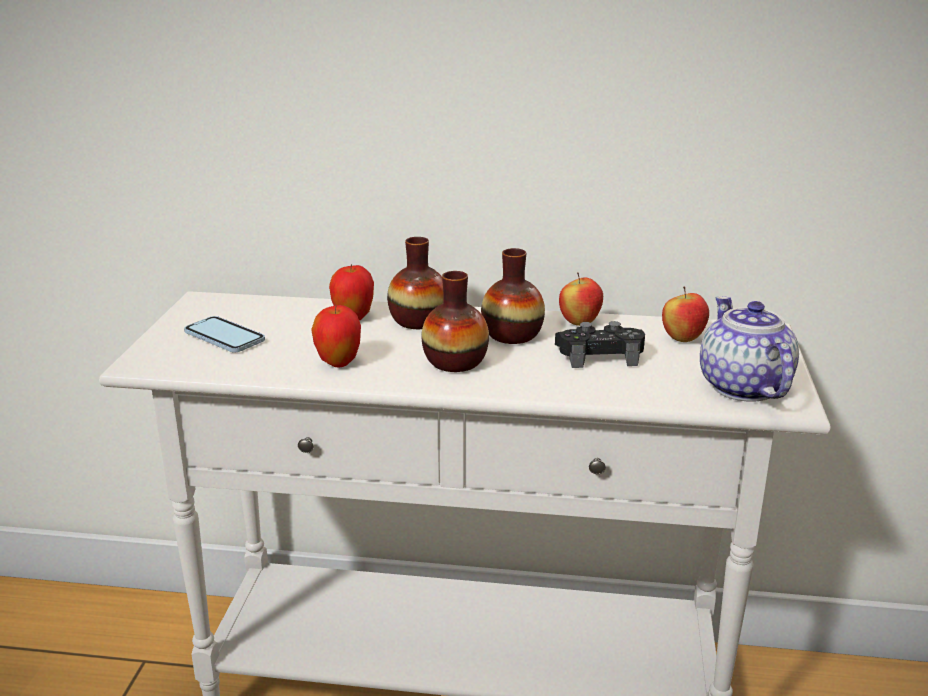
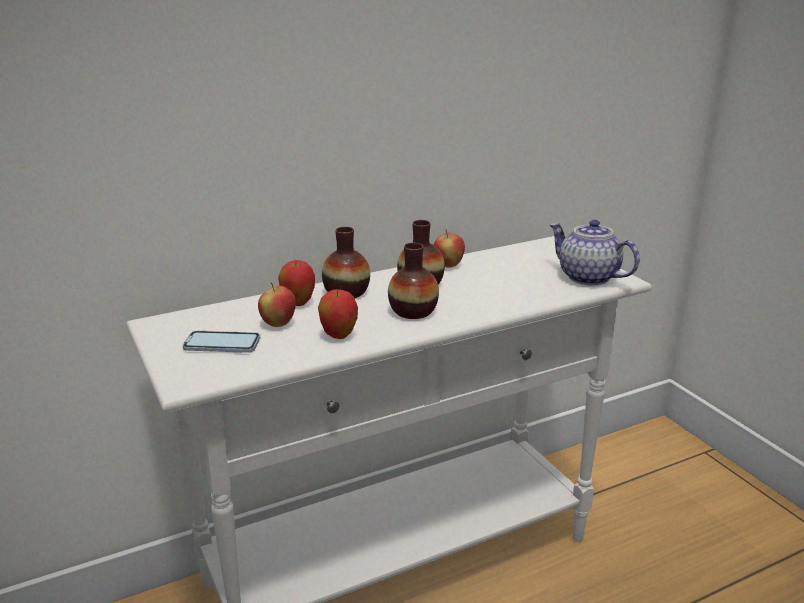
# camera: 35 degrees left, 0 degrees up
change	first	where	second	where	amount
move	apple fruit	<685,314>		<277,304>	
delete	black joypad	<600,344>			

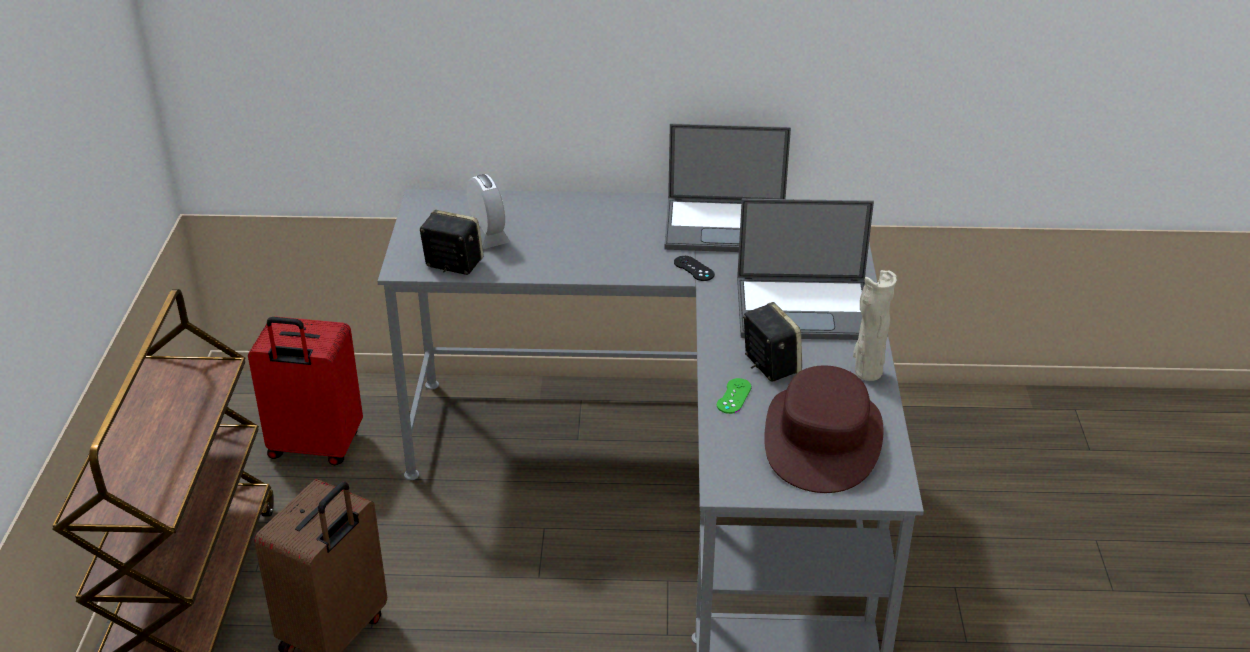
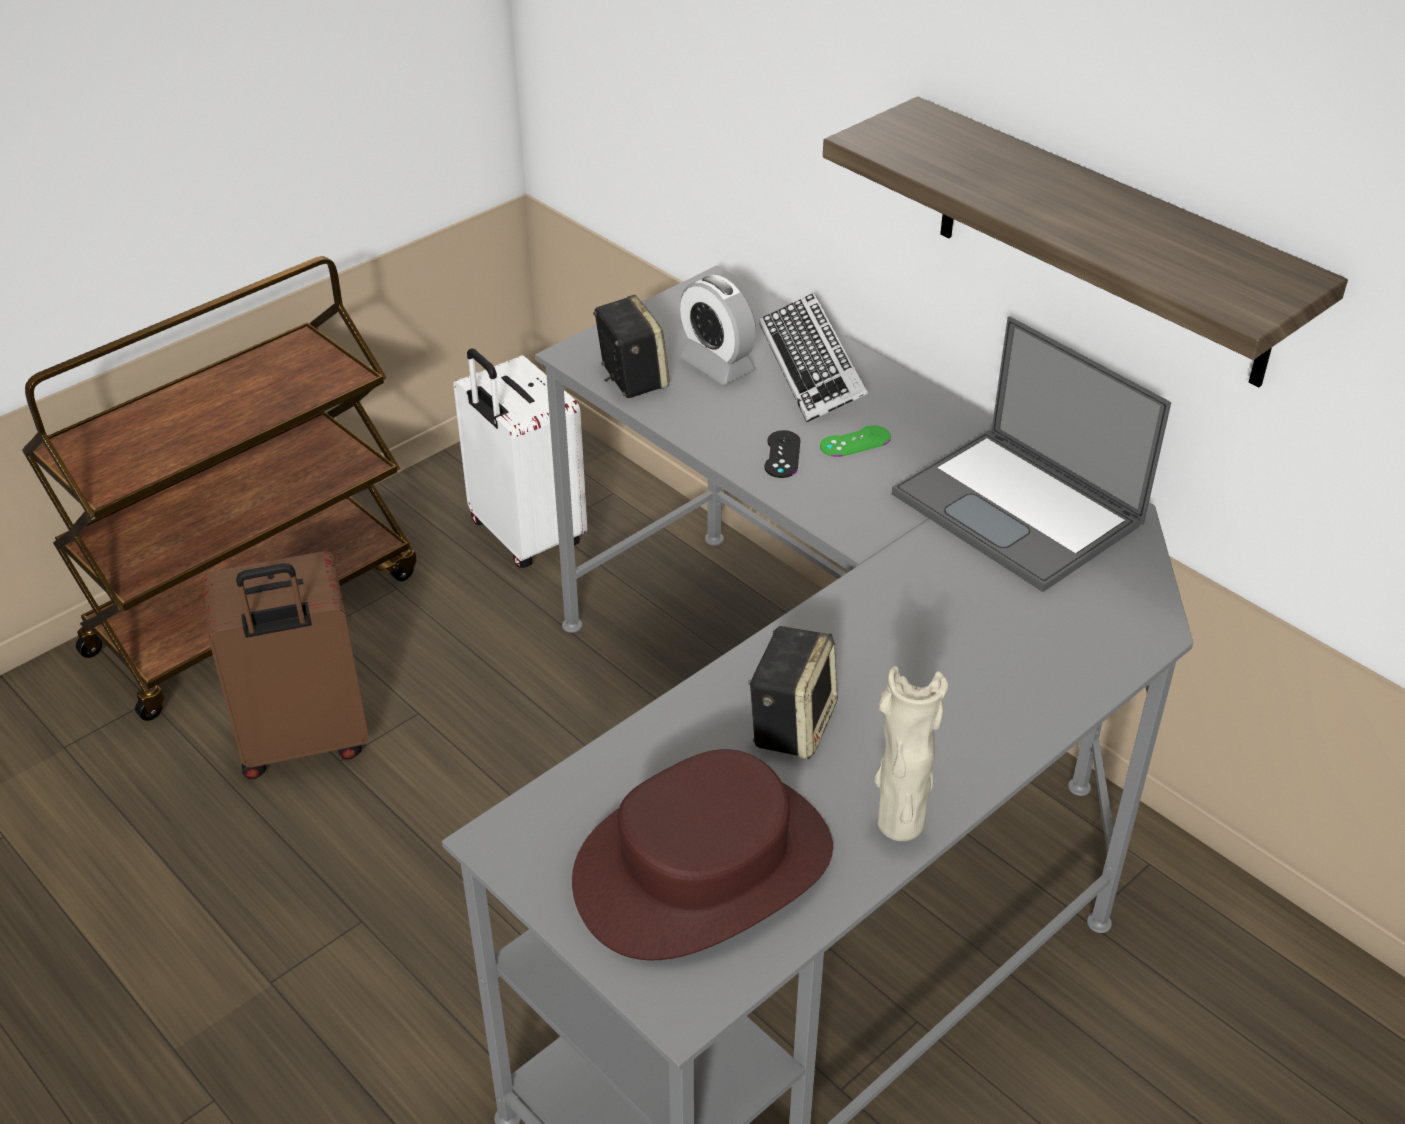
# camera: 45 degrees right, 5 degrees up
change	first	where	second	where	amount
recolor	reddish travel case	<305,390>	white-coloured travel case	<520,458>	
rotate	alarm clock	<488,211>		<718,330>	120 degrees clockwise
insert			keyboard	<813,358>	
move	black joypad	<694,268>		<782,454>	
move	green-coloured joypad	<734,396>		<855,441>	
insert			wall shelf	<1085,241>	
delete	notebook computer	<805,269>			

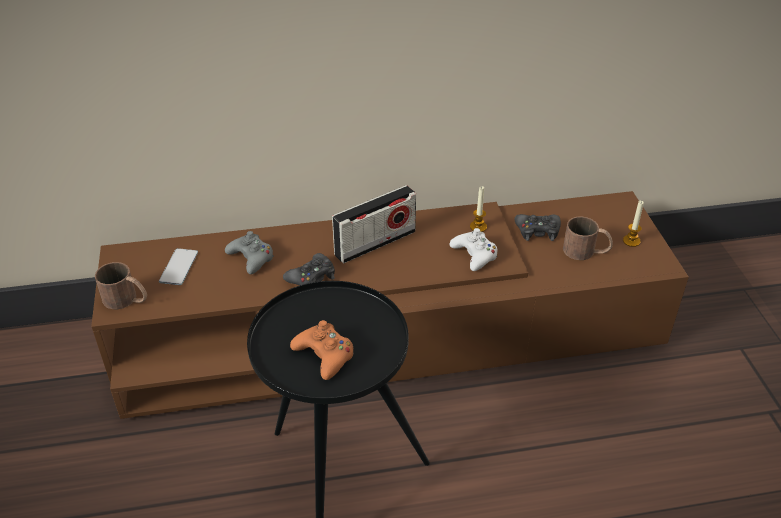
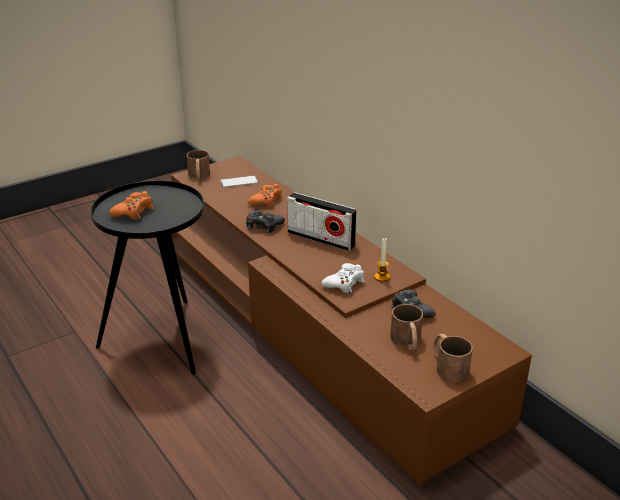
# camera: 65 degrees right, 10 degrees down
change	first	where	second	where	amount
recolor	gray joypad	<249,252>	orangey joypad	<265,195>	
replace	candle	<633,223>	brown mug	<453,358>	

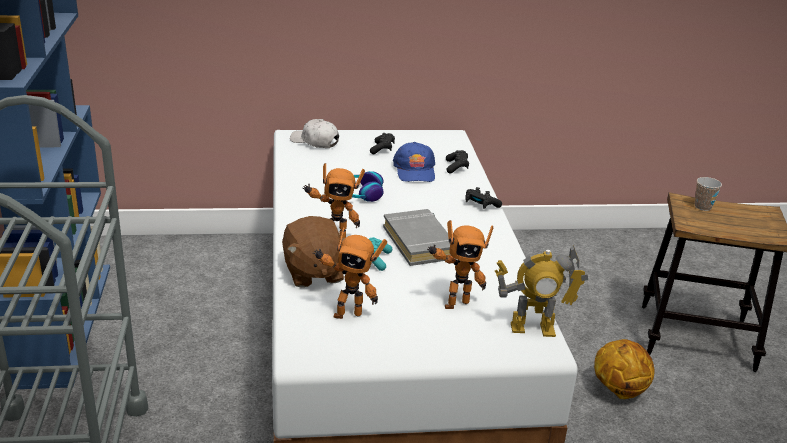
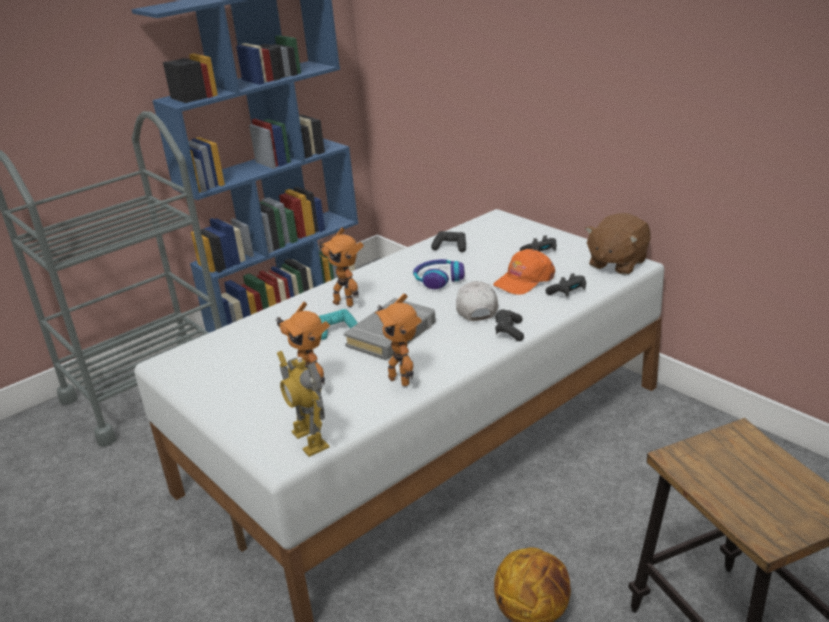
# camera: 60 degrees right, 0 degrees up
change	first	where	second	where	amount
move	toy robot	<350,273>		<398,340>	
insert			black joypad	<448,241>	
move	white-coloured baseball cap	<314,133>		<477,301>	
recolor	blue baseball cap	<414,162>	orangey baseball cap	<524,272>	
move	brown soft toy	<313,252>		<618,244>	
delete	drinking cup	<708,194>			

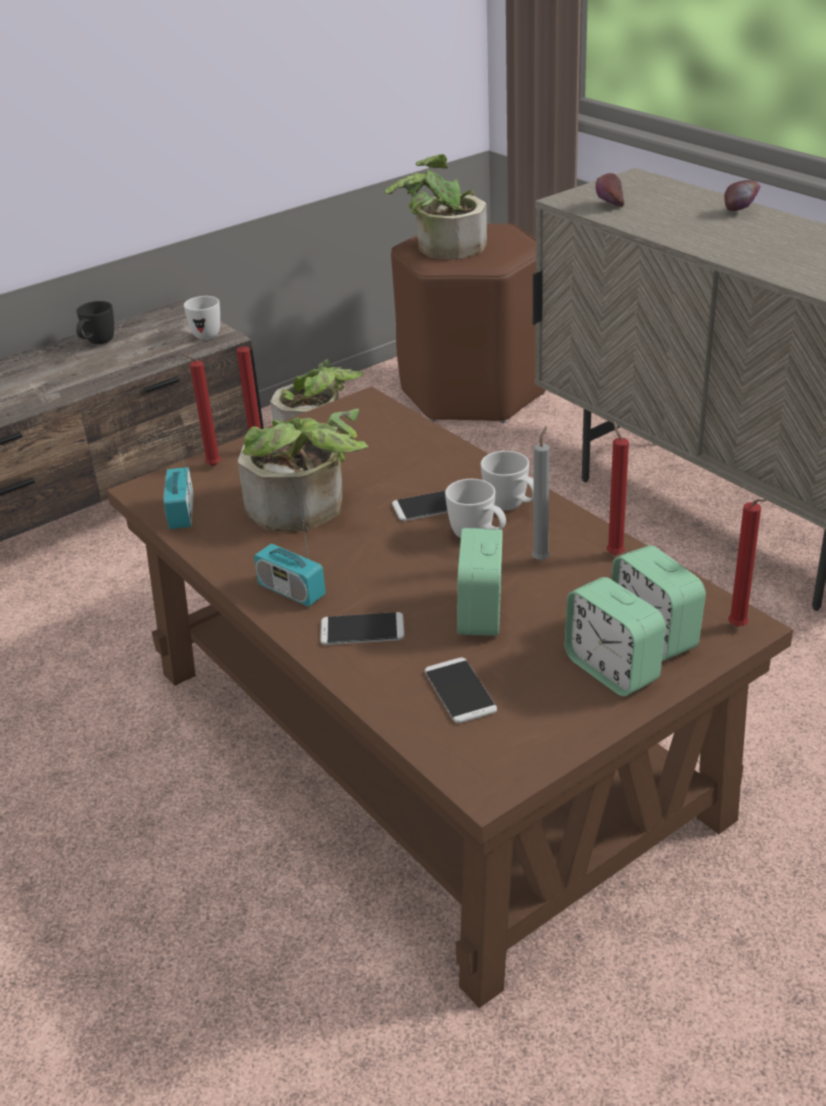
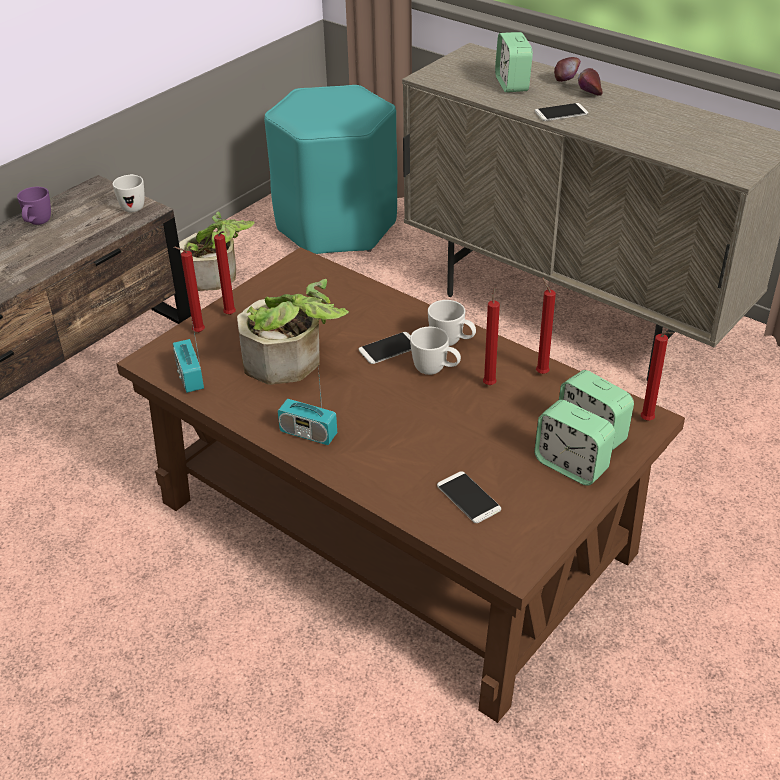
# camera: 15 degrees left, 5 degrees up
change	first	where	second	where	amount
recolor	black mug	<95,322>	purple mug	<34,206>	
recolor	brown sitting stool	<468,323>	turquoise sitting stool	<330,169>	
recolor	gray candle	<541,493>	reddish candle	<491,336>	
move	alarm clock	<480,582>		<514,62>	
move	handset	<362,628>		<561,112>	
move	apple fruit	<609,190>		<590,82>	
delete	potted plant	<436,207>			

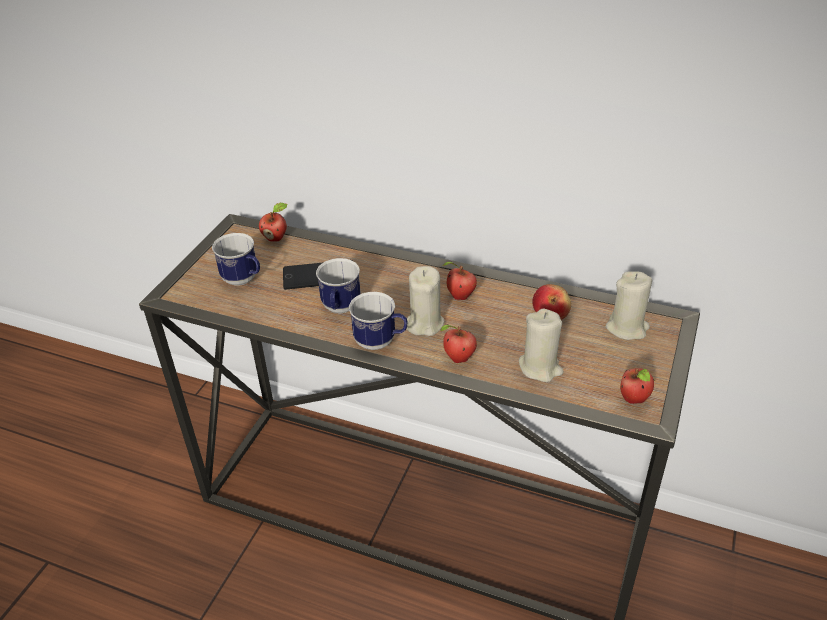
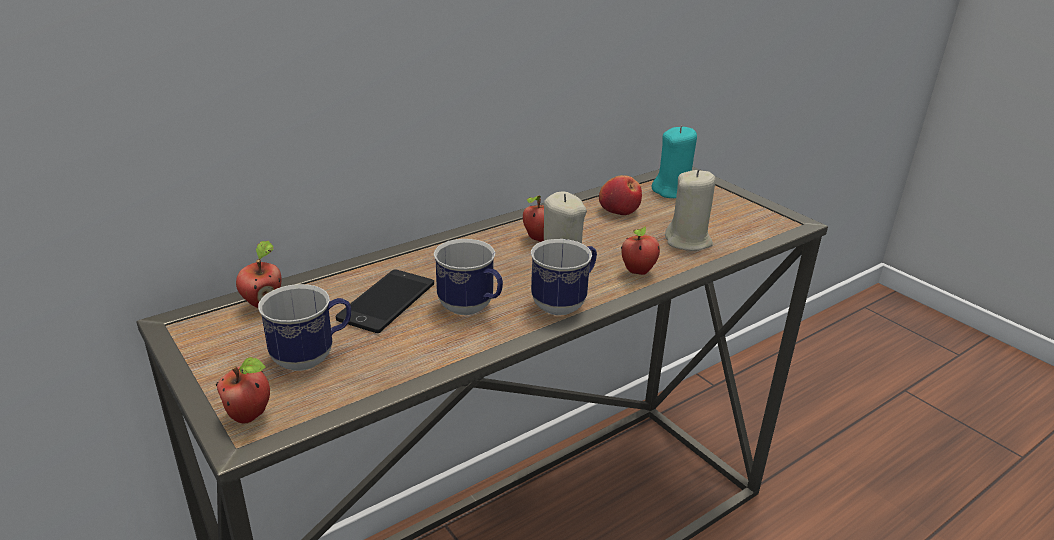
# camera: 60 degrees left, 10 degrees down
change	first	where	second	where	amount
move	apple fruit	<637,386>		<243,390>	
recolor	beige candle	<629,305>	turquoise candle	<674,162>	

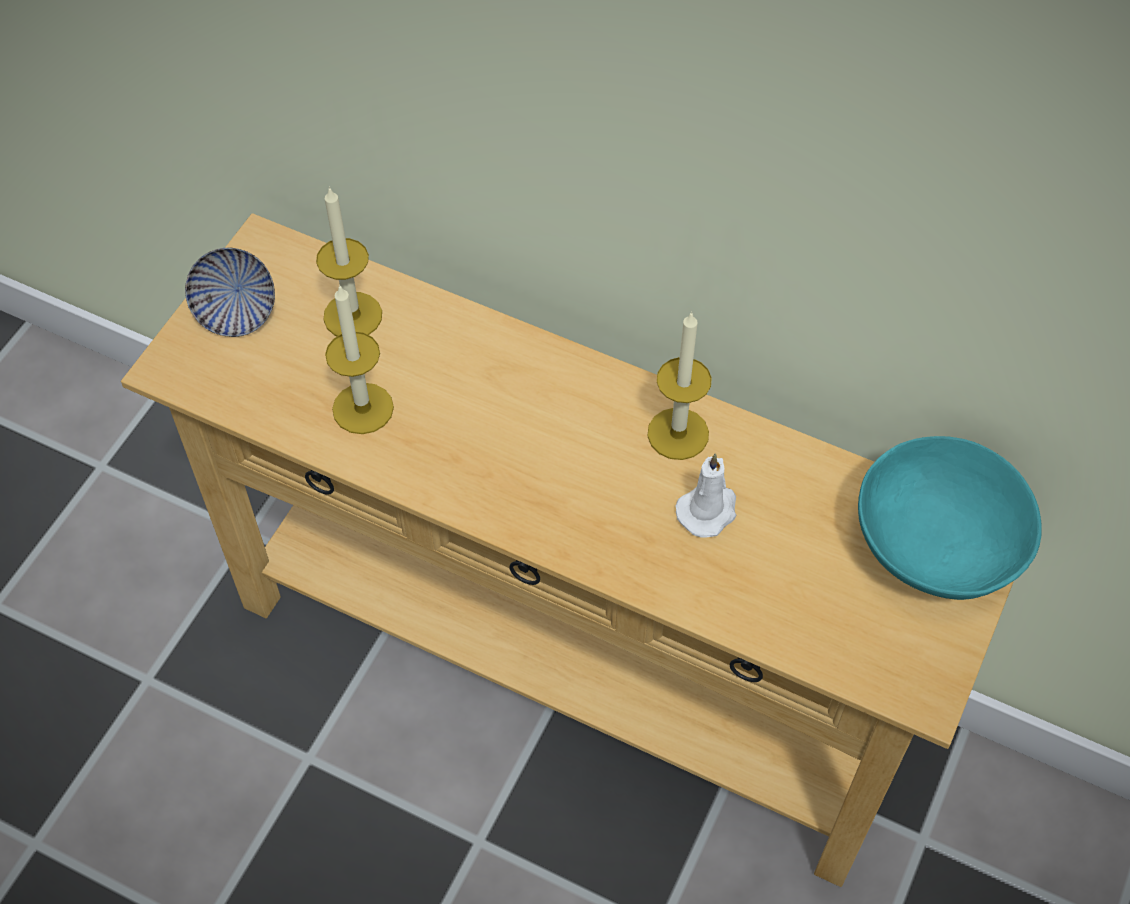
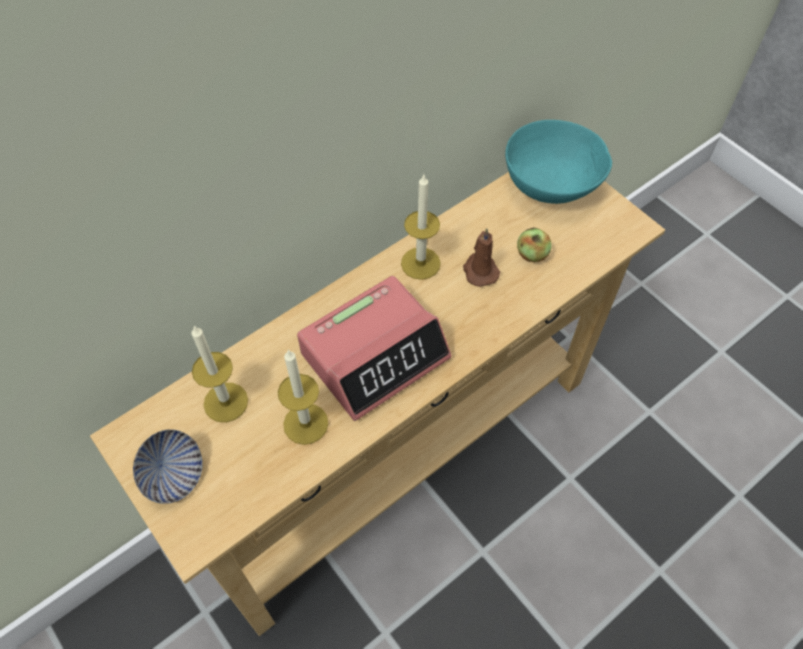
# camera: 65 degrees left, 0 degrees up
change	first	where	second	where	amount
insert			alarm clock	<374,348>	
recolor	white-coloured candle	<706,495>	brown candle	<481,257>	
insert			apple fruit	<534,245>	

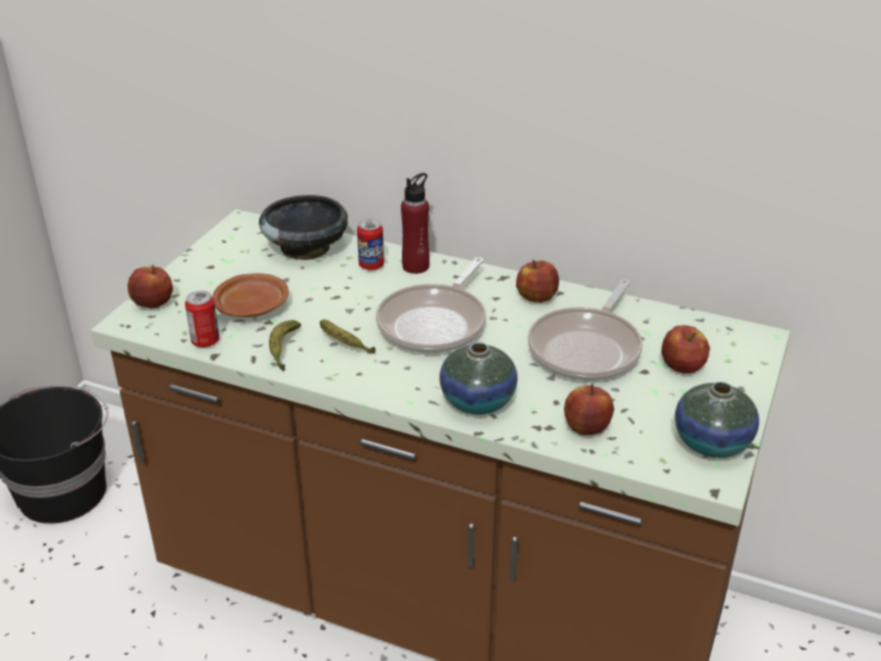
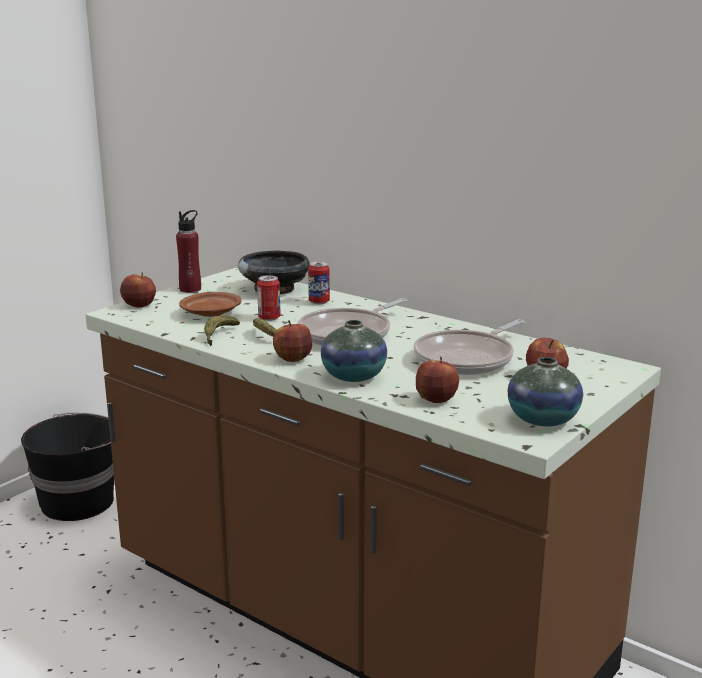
# camera: 15 degrees right, 15 degrees down
change	first	where	second	where	amount
move	reddish bottle	<415,223>		<188,251>	
move	can	<202,319>		<269,298>	
move	apple fruit	<537,281>		<292,341>	

